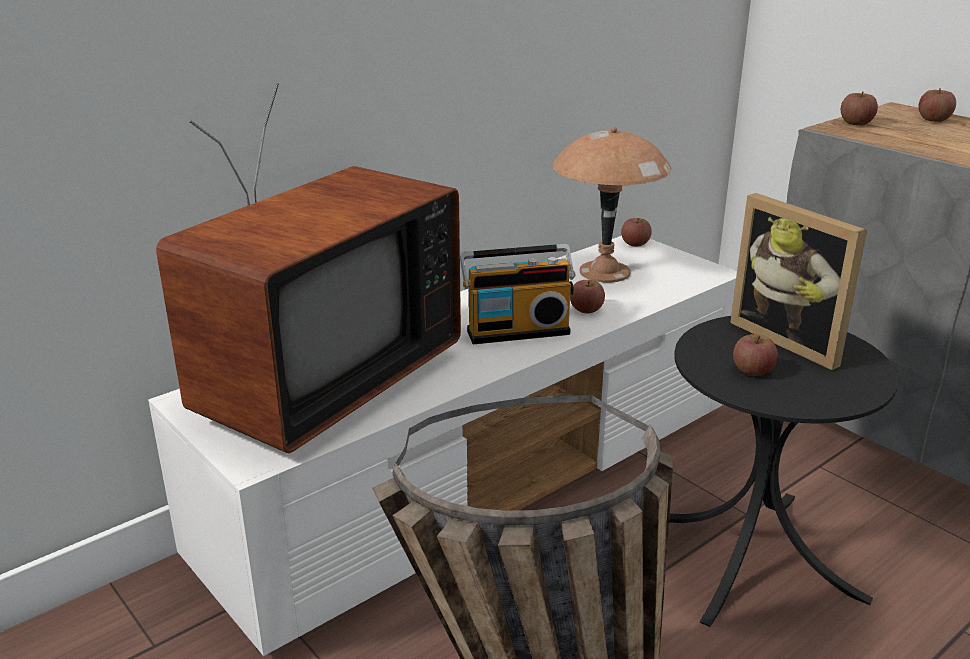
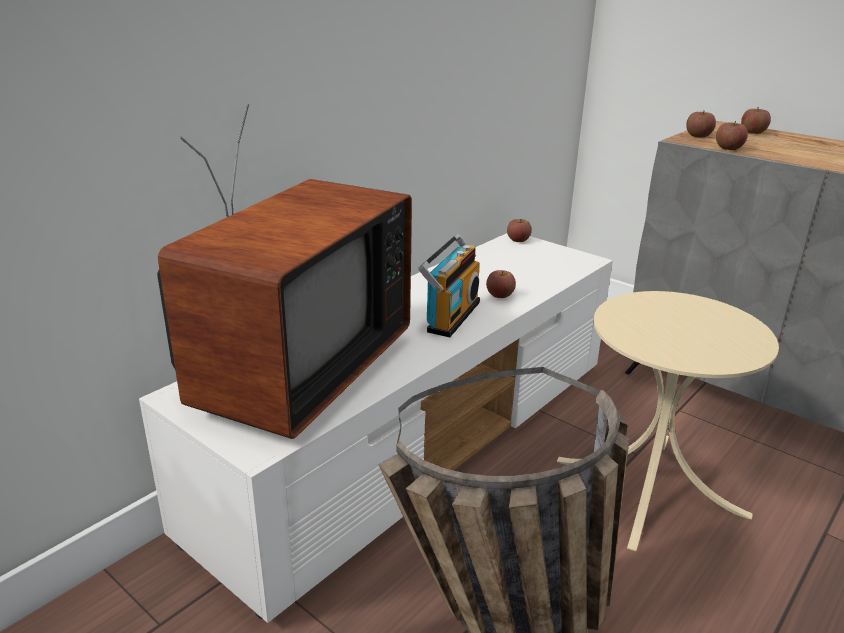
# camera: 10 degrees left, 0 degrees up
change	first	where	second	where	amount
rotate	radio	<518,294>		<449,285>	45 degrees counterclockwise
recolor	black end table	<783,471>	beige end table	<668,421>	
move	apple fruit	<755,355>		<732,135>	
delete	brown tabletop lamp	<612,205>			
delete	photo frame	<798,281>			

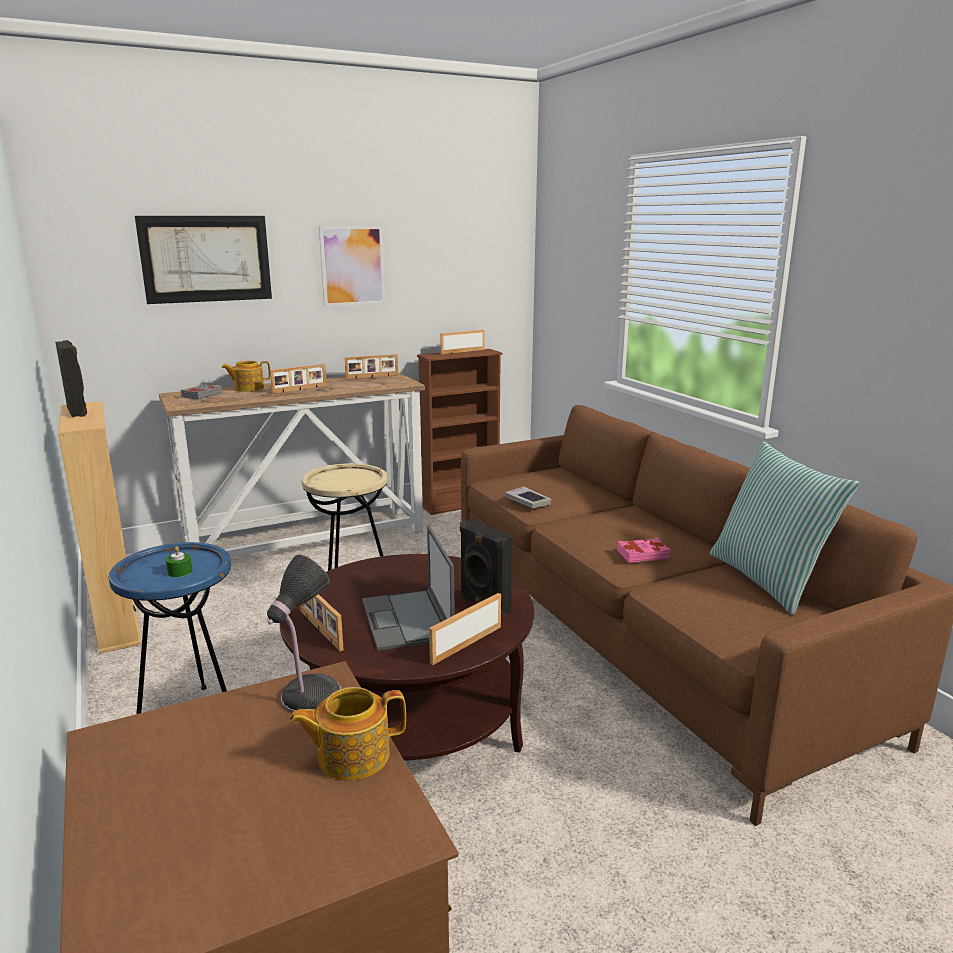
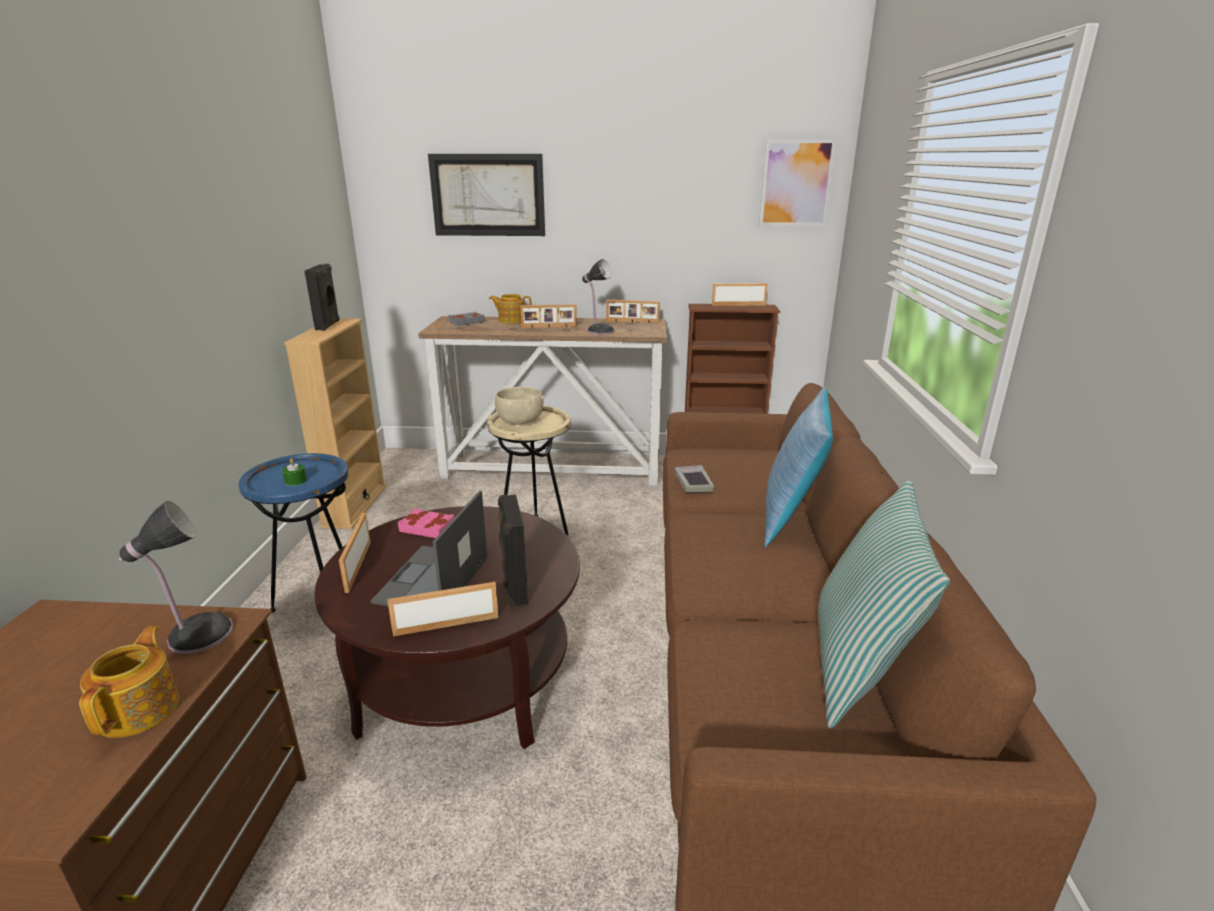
# camera: 30 degrees right, 5 degrees up
change	first	where	second	where	amount
rotate	teapot	<347,733>		<129,682>	75 degrees clockwise
move	pink-coloured bound book	<644,550>		<426,523>	
insert			beige serving bowl	<519,405>	
insert			tabletop lamp	<598,297>	
move	wall art	<352,266>		<798,183>	
insert			cushion	<798,467>	

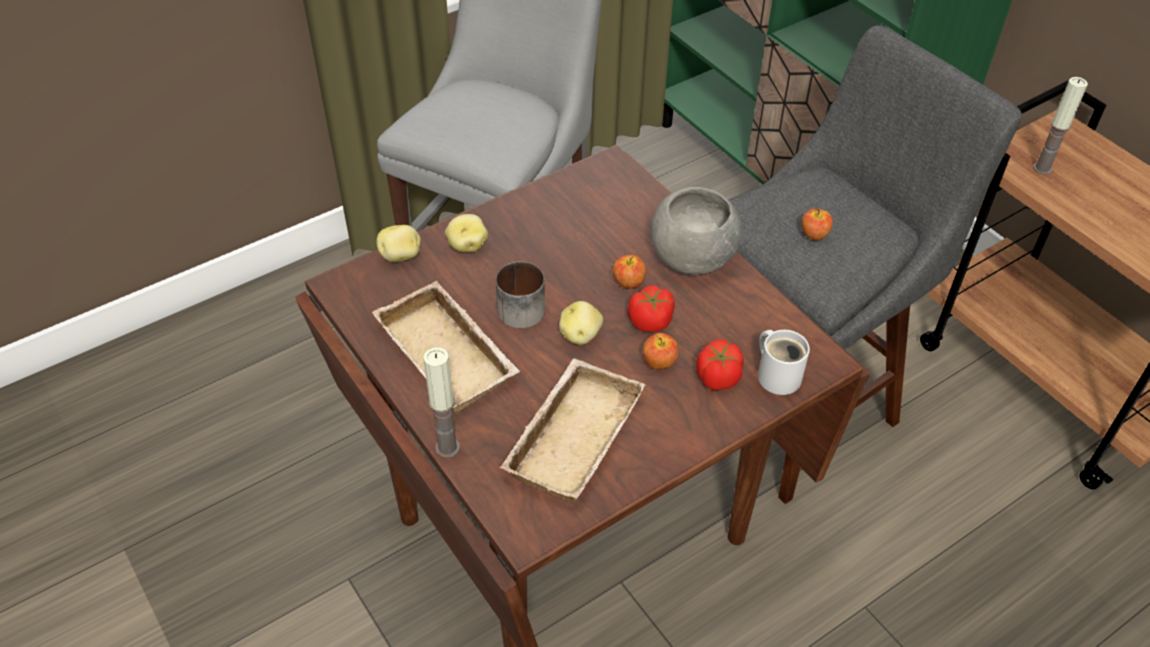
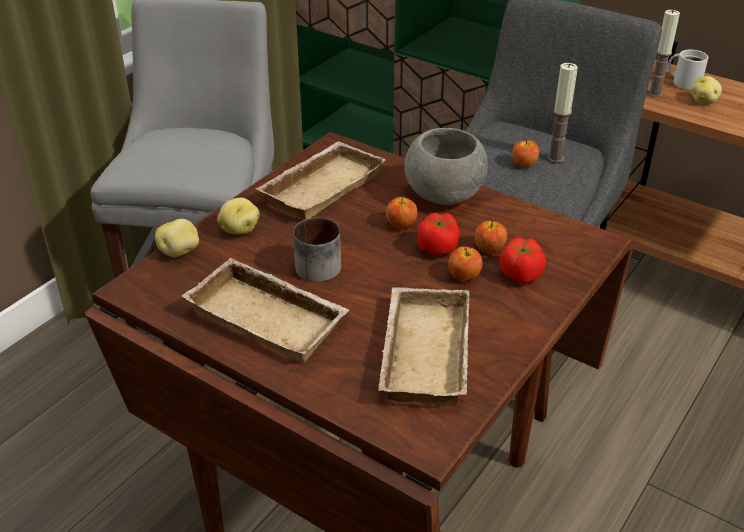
# camera: 20 degrees left, 10 degrees down
change	first	where	second	where	amount
insert			beige serving tray	<320,180>	
insert			apple fruit	<491,236>	
move	candle	<441,402>		<562,113>	
move	white-coloured mug	<784,362>		<688,70>	
move	potato	<581,323>		<706,90>	

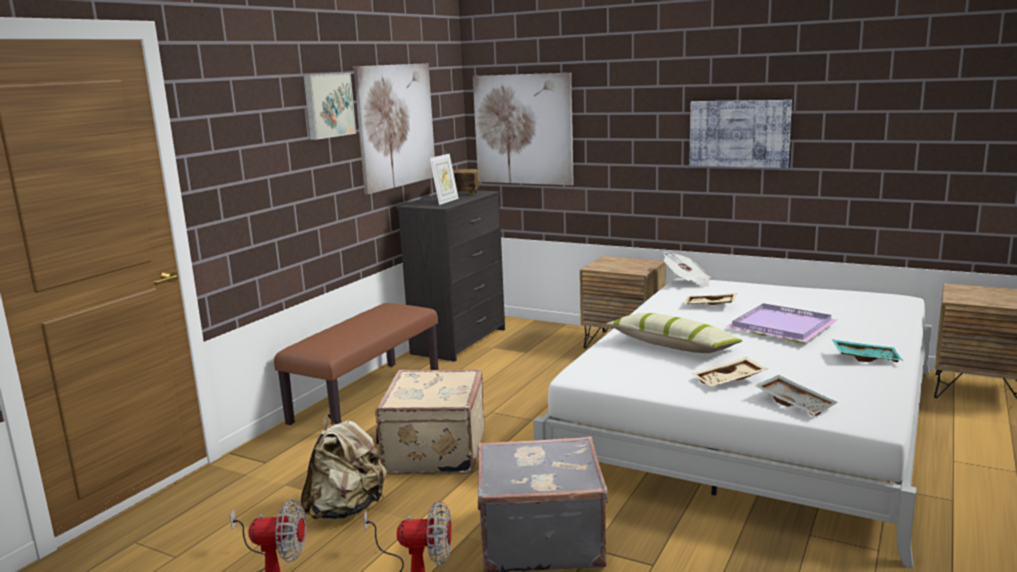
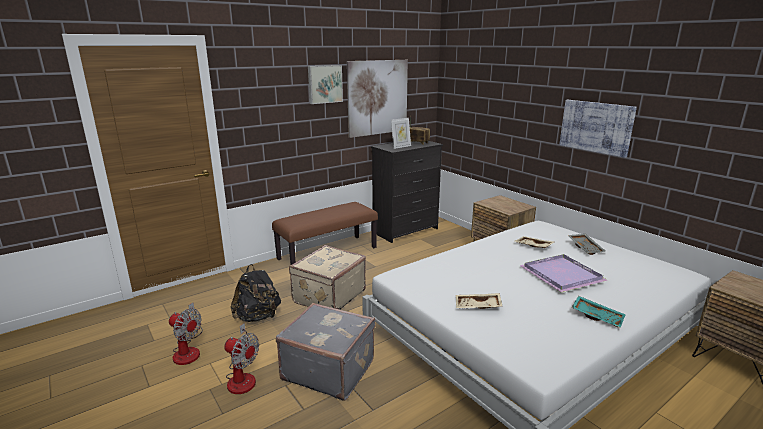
# camera: 25 degrees right, 5 degrees up
change	first	where	second	where	amount
recolor	beige backpack	<344,466>	black backpack	<255,293>	
move	gray serving tray	<796,395>		<586,244>	
delete	wall art	<523,129>			
delete	cushion	<674,333>			
delete	newspaper	<687,269>			

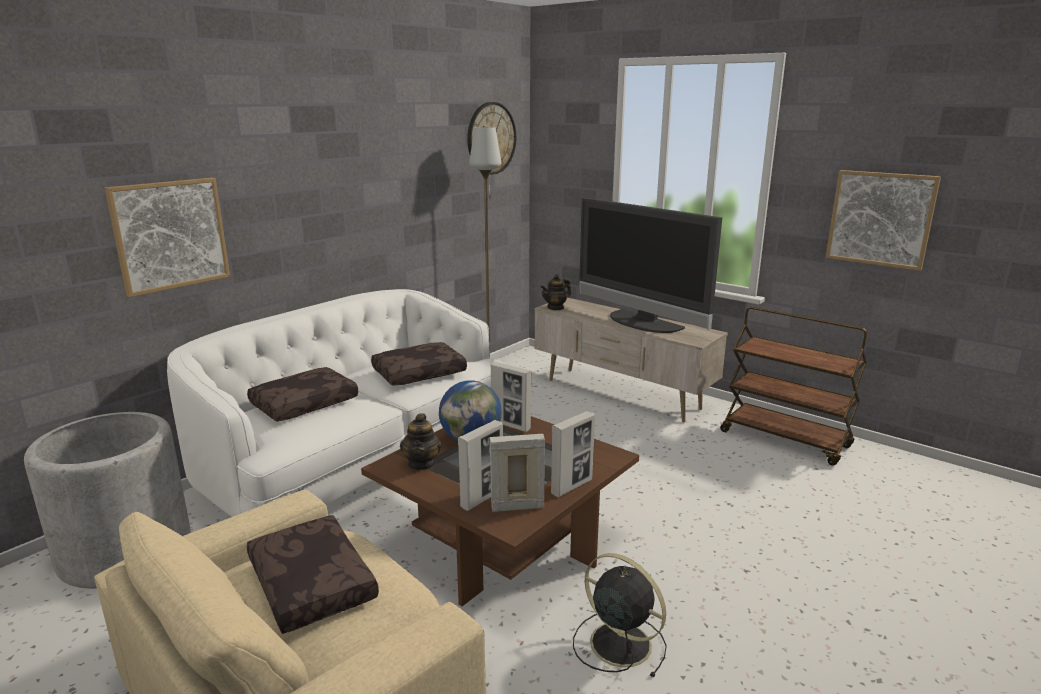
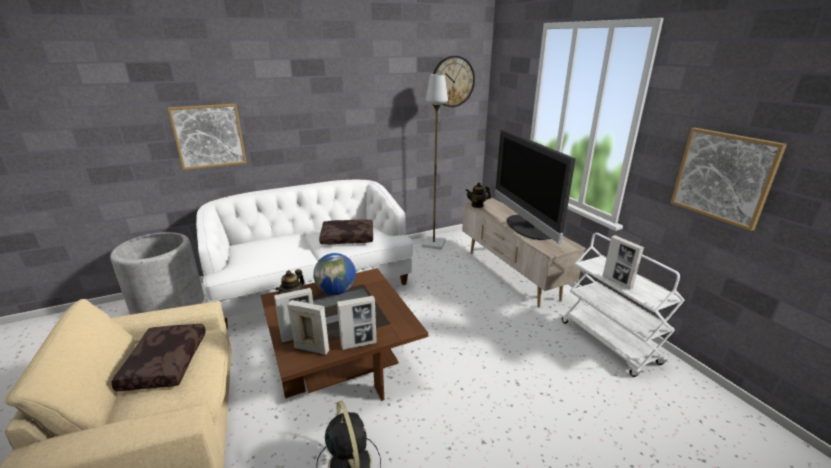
# camera: 25 degrees right, 5 degrees up
change	first	where	second	where	amount
recolor	brown wheeled cart	<793,386>	white-coloured wheeled cart	<623,305>	
move	photo frame	<511,397>		<623,262>	
delete	brown cushion	<302,394>			

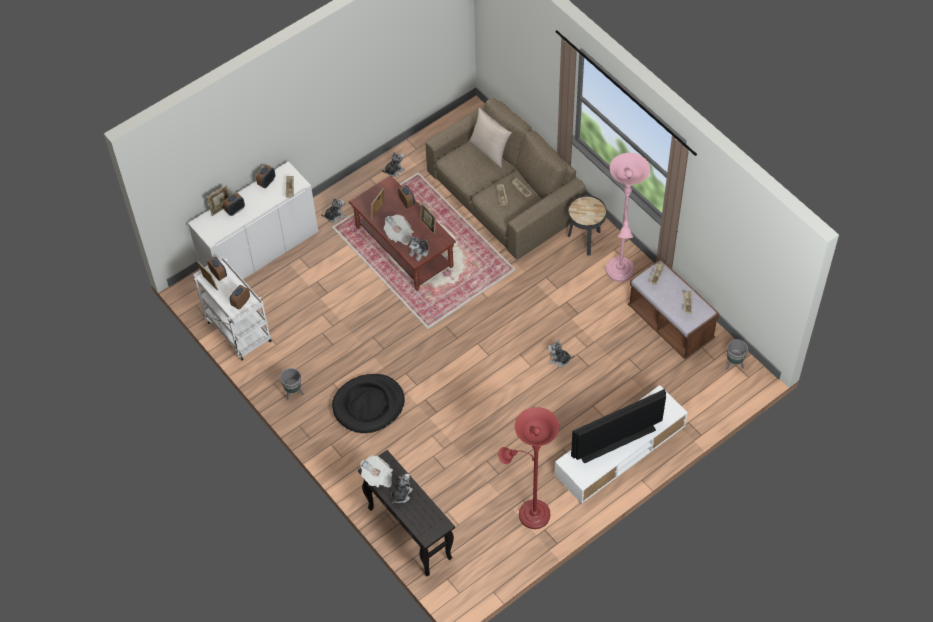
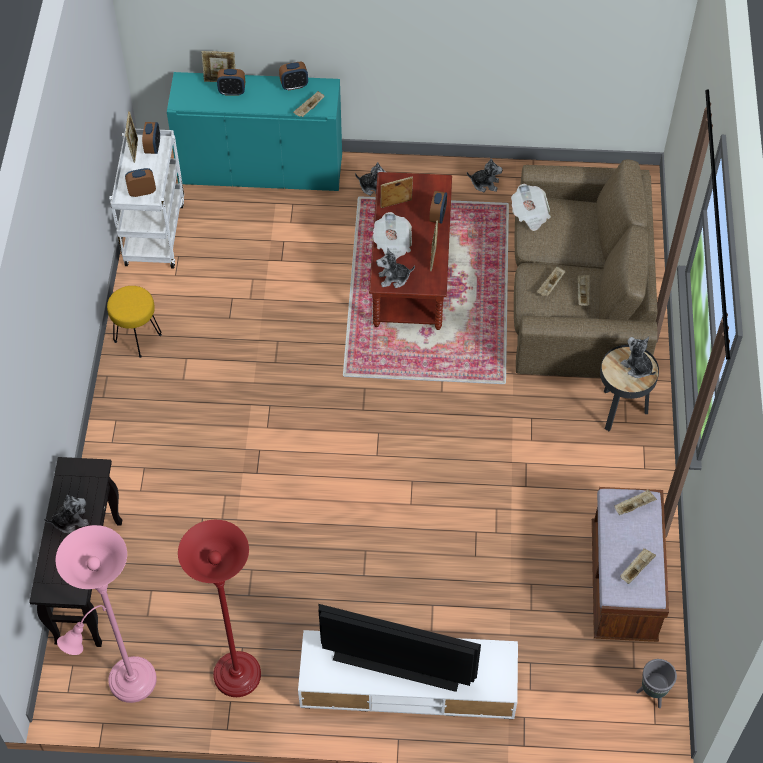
# camera: 40 degrees right, 0 degrees up
change	first	where	second	where	amount
move	pink-coloured floor lamp	<628,217>		<106,614>	
replace	gray flower pot	<292,384>	yellow-coloured sitting stool	<134,322>	
recolor	white-coloured storage cabinet	<253,220>	turquoise storage cabinet	<254,131>	
move	newspaper	<376,471>		<531,207>	
move	soft toy	<561,353>		<638,357>	
delete	black dog bed	<368,403>			
delete	beige cushion	<490,138>			

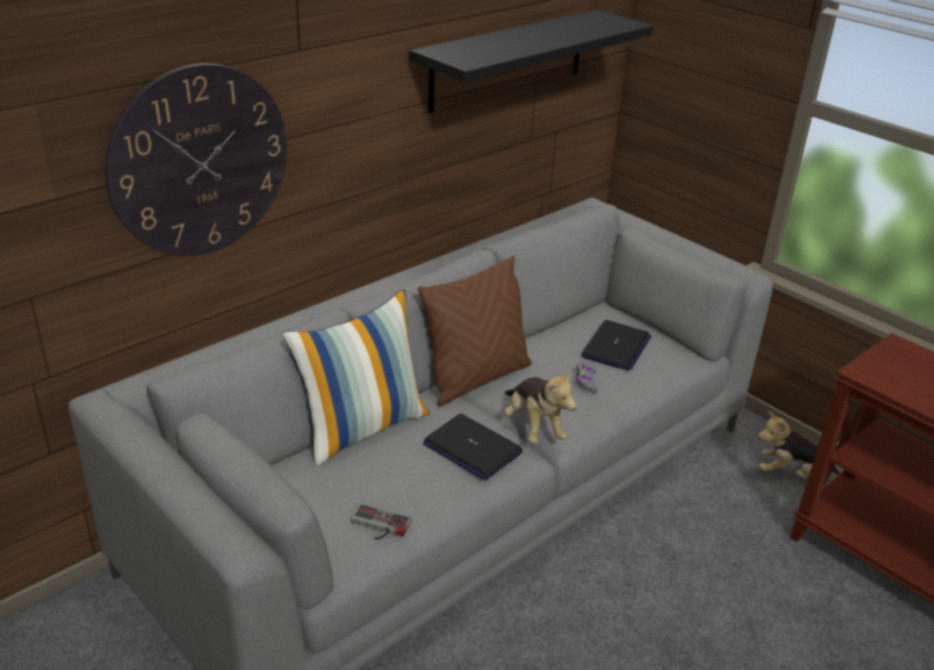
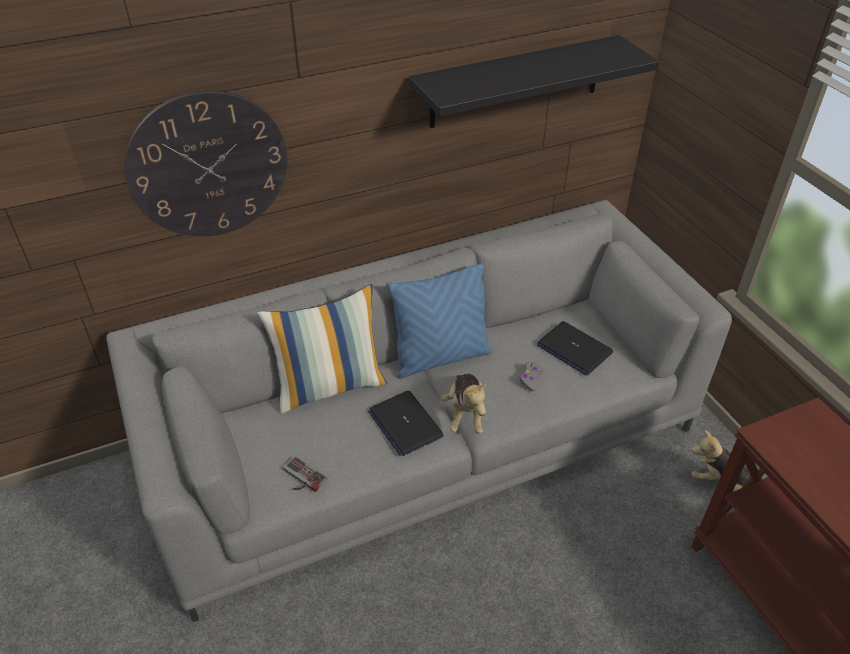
# camera: 20 degrees right, 10 degrees up
change	first	where	second	where	amount
recolor	brown cushion	<475,331>	blue cushion	<440,320>	
rotate	notebook computer	<616,345>		<575,348>	90 degrees clockwise

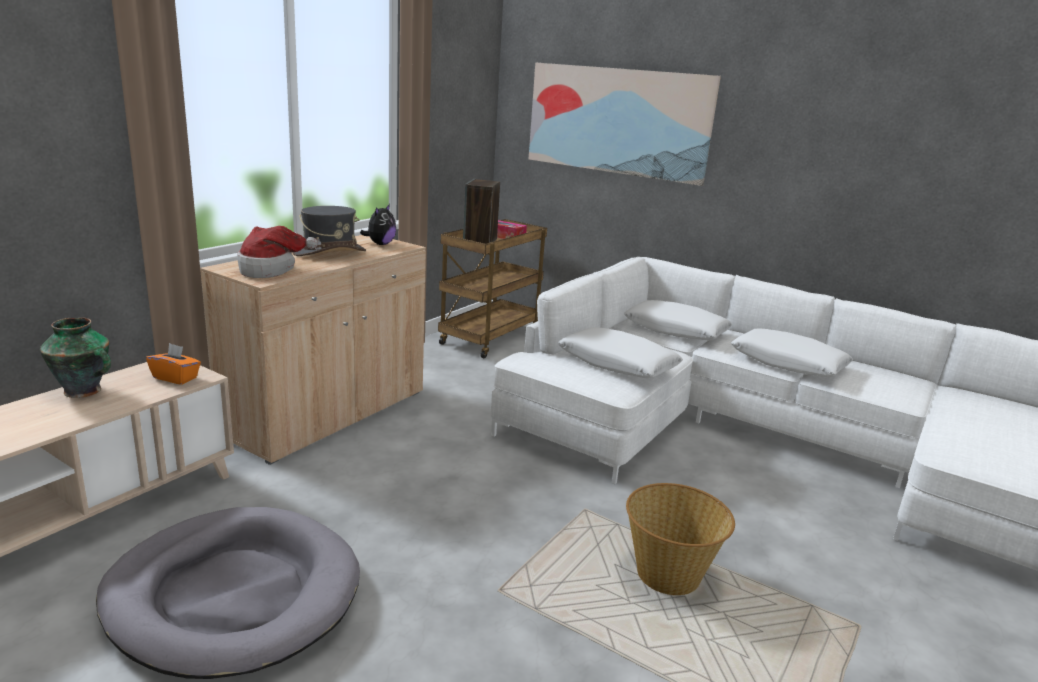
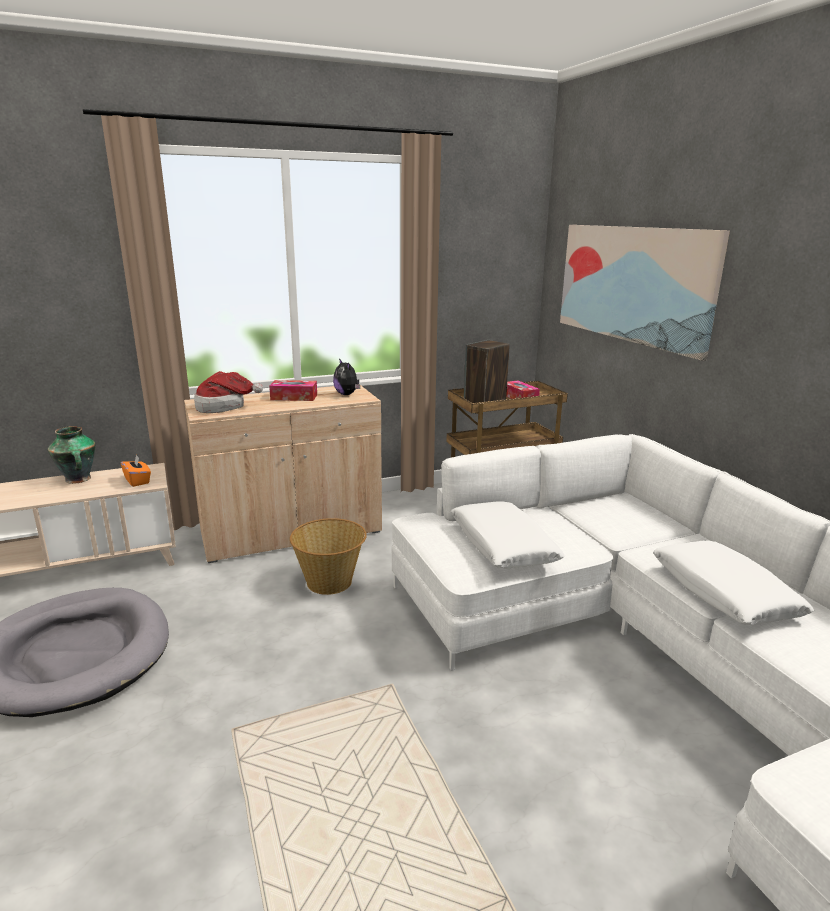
# camera: 35 degrees right, 0 degrees up
change	first	where	second	where	amount
replace	gray clothing hat	<329,231>	box of tissues	<293,390>	
move	basket	<680,539>		<328,556>	
rotate	soft toy	<378,224>		<346,376>	90 degrees clockwise
delete	white-coloured cushion	<678,320>			

